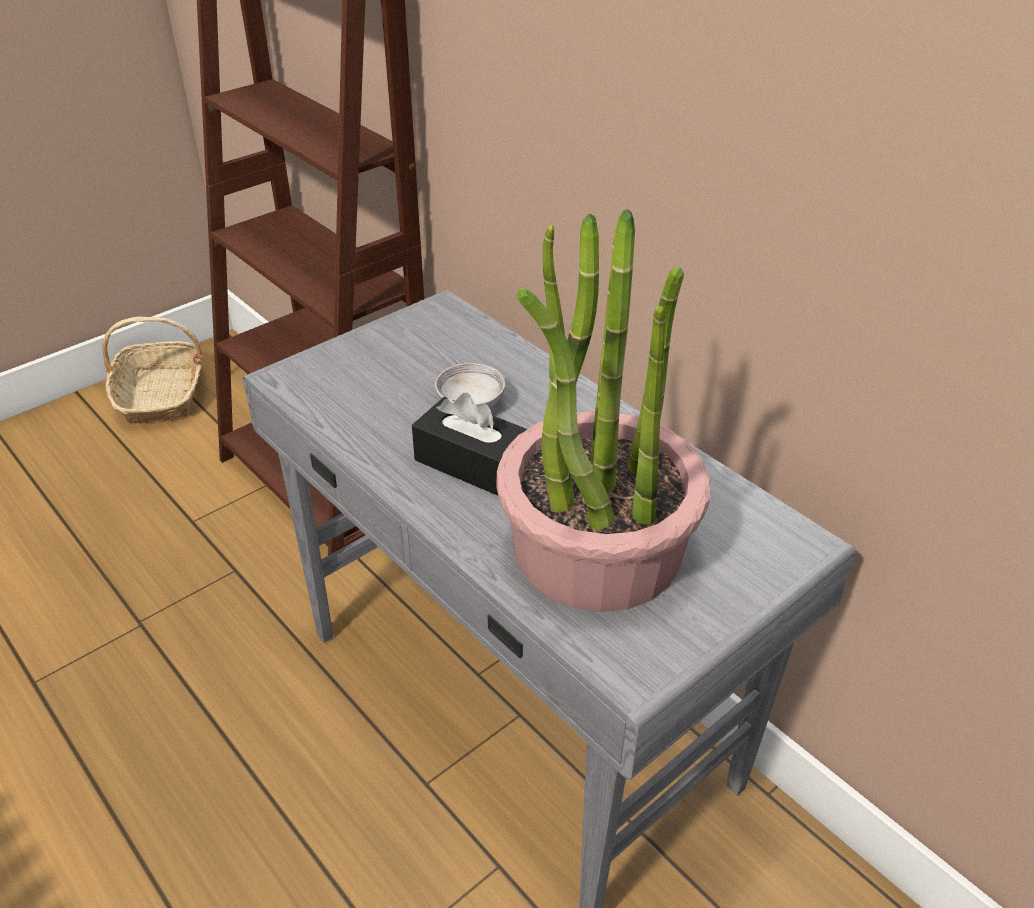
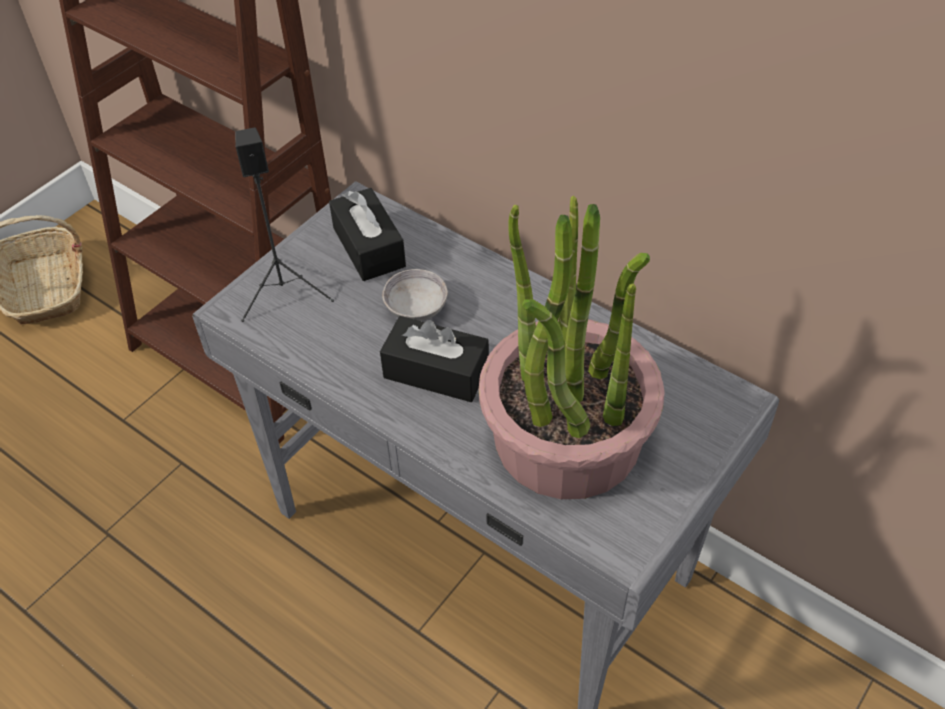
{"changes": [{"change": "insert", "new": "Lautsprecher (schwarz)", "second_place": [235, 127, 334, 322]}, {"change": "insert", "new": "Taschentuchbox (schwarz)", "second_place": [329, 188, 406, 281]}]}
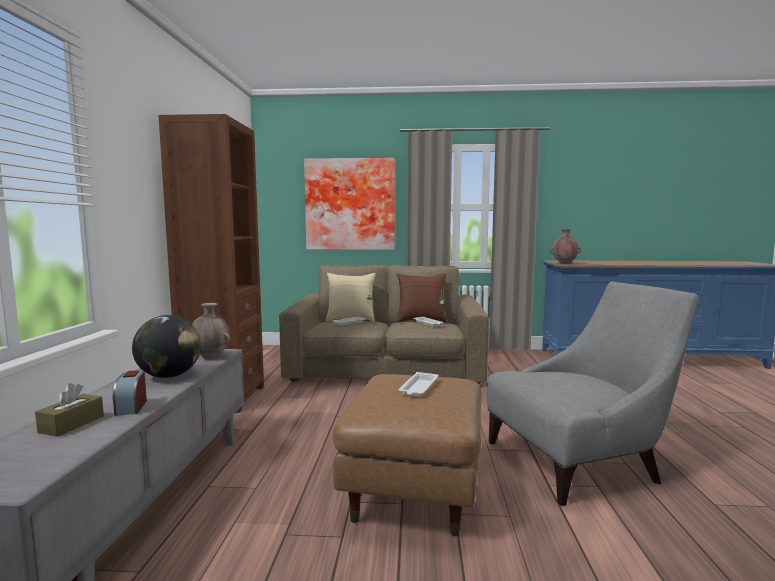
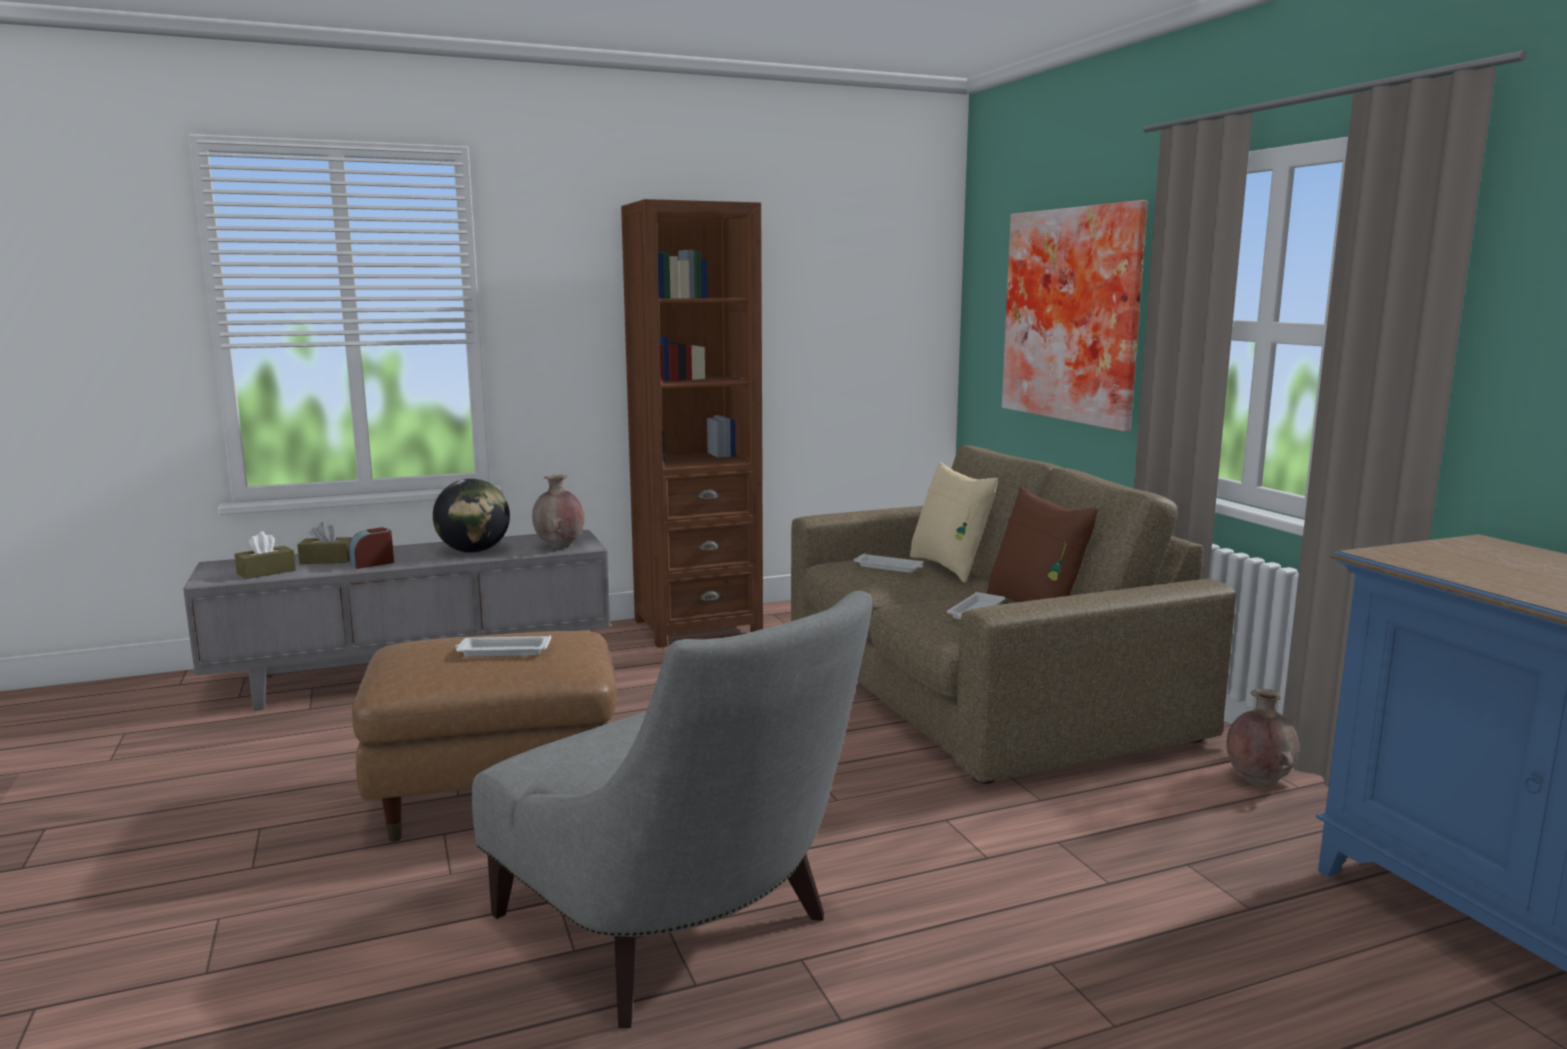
{"changes": [{"change": "move", "old": "Vase (braun)", "first_place": [550, 229, 581, 264], "second_place": [1227, 689, 1299, 787]}, {"change": "insert", "new": "Taschentuchbox (braun)", "second_place": [234, 531, 296, 579]}]}
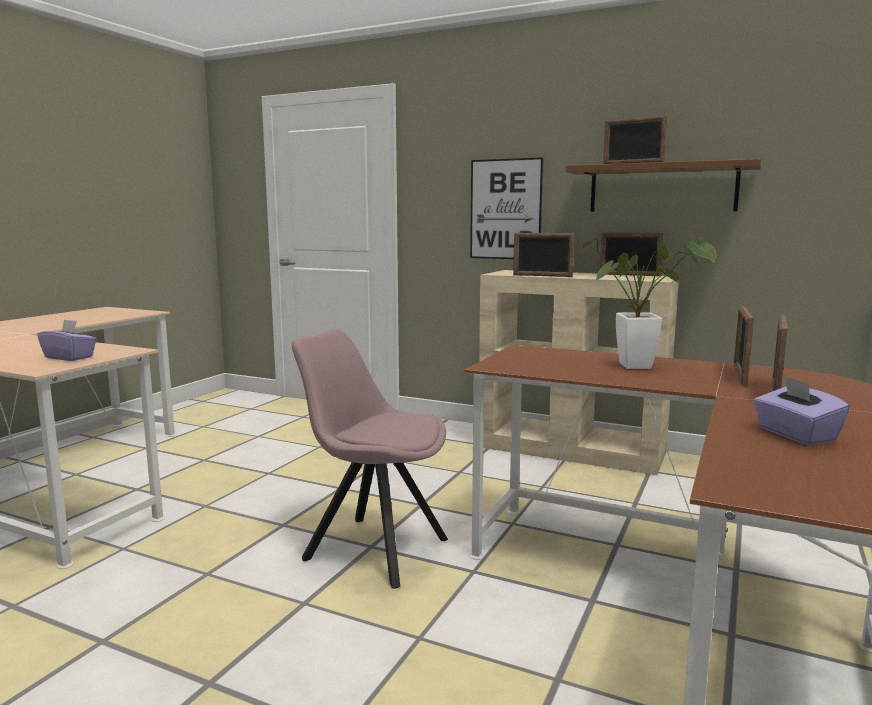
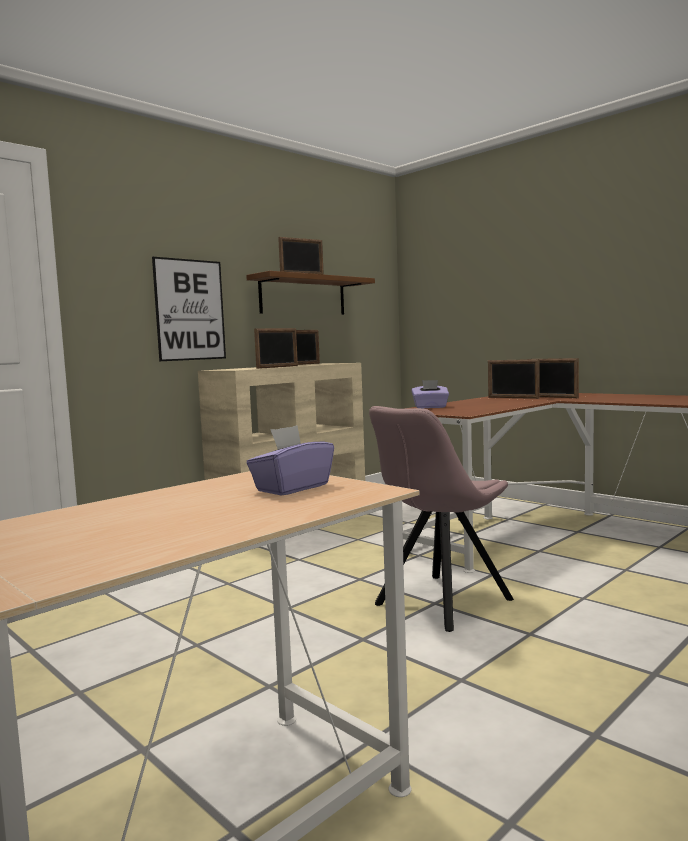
{"changes": [{"change": "delete", "old": "Topfpflanze", "first_place": [580, 234, 717, 369]}, {"change": "move", "old": "Taschentuchbox (lila)", "first_place": [753, 375, 850, 445], "second_place": [412, 380, 449, 408]}]}
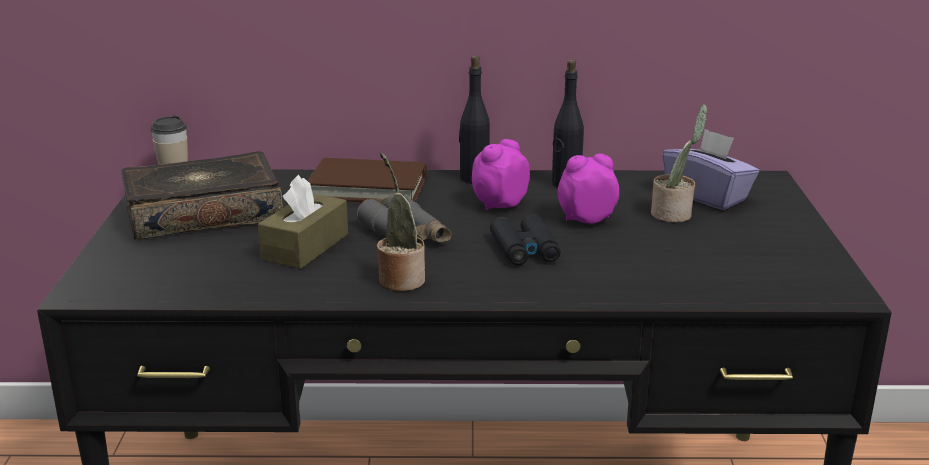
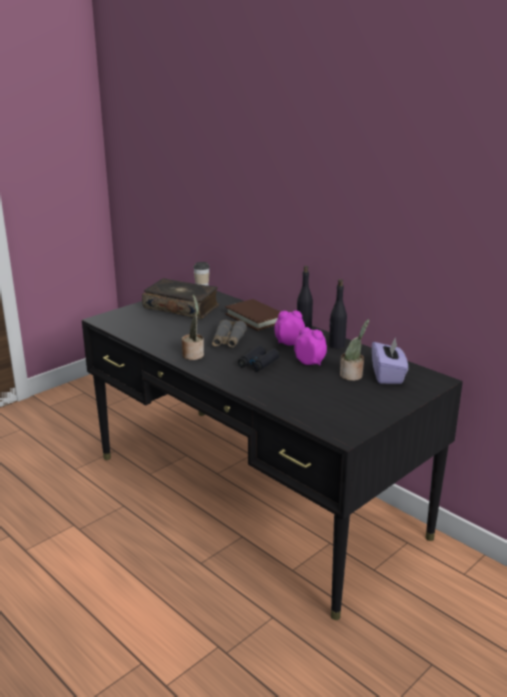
{"changes": [{"change": "delete", "old": "Taschentuchbox (braun)", "first_place": [258, 175, 348, 269]}]}
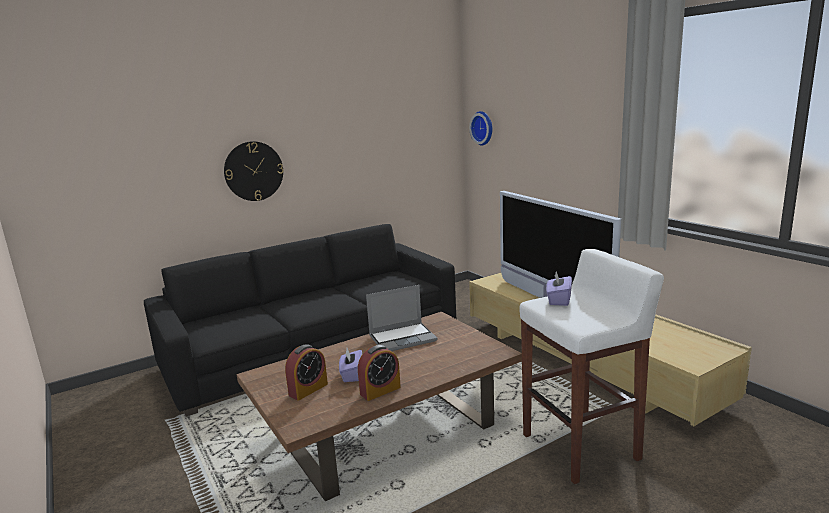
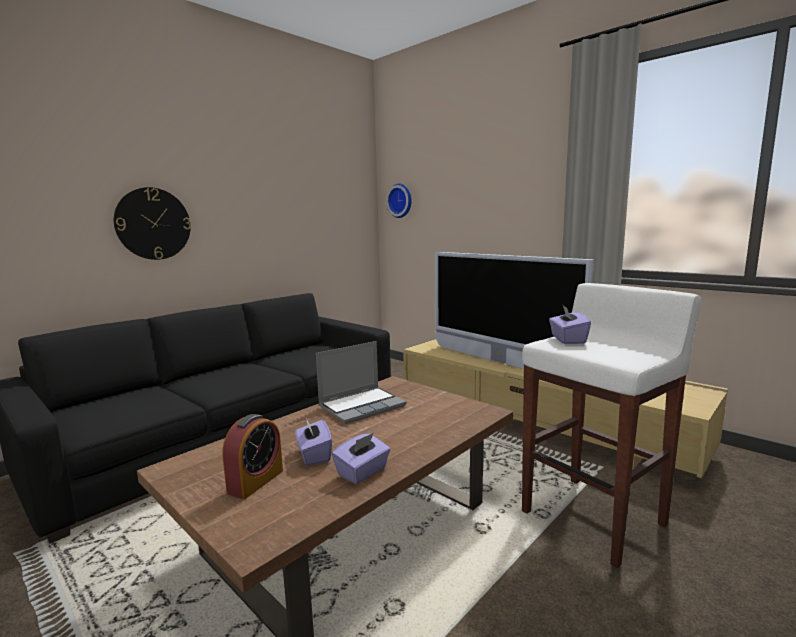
{"changes": [{"change": "replace", "old": "Wecker", "new": "Taschentuchbox (lila)", "first_place": [358, 345, 401, 401], "second_place": [332, 433, 391, 484]}]}
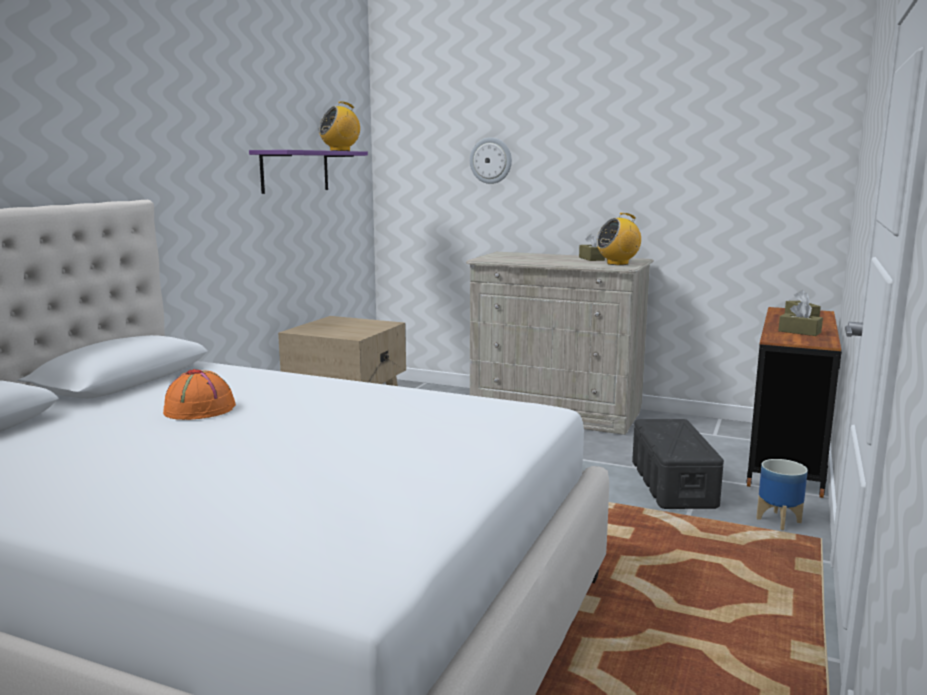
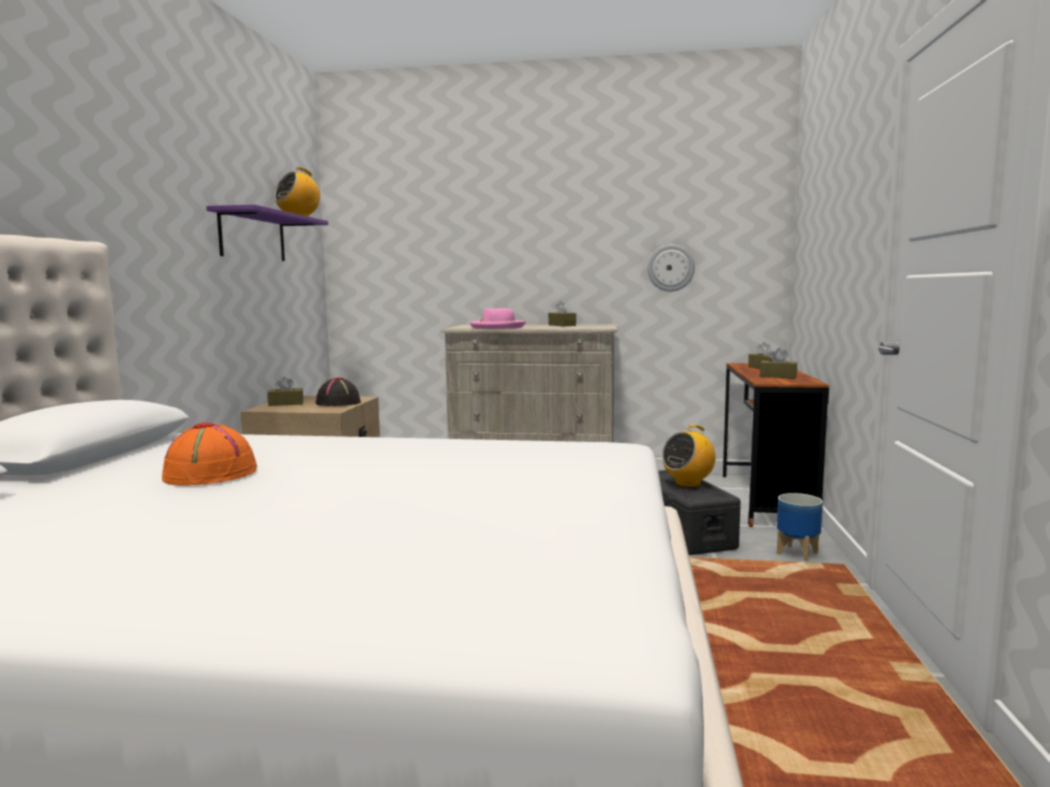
{"changes": [{"change": "move", "old": "Wanduhr", "first_place": [470, 137, 512, 184], "second_place": [647, 244, 695, 292]}, {"change": "move", "old": "Radio", "first_place": [596, 213, 641, 265], "second_place": [662, 425, 716, 488]}, {"change": "insert", "new": "Hut (rosa)", "second_place": [470, 308, 526, 329]}, {"change": "insert", "new": "Taschentuchbox (braun)", "second_place": [267, 376, 303, 406]}, {"change": "insert", "new": "Hut (schwarz)", "second_place": [315, 378, 361, 406]}]}
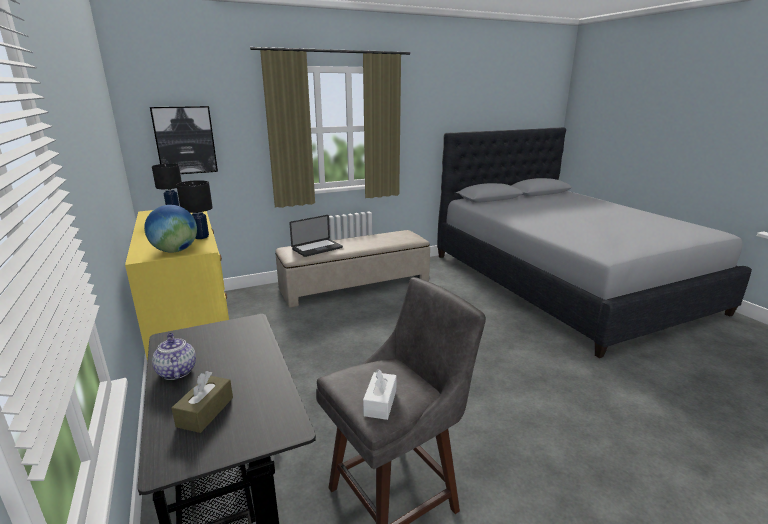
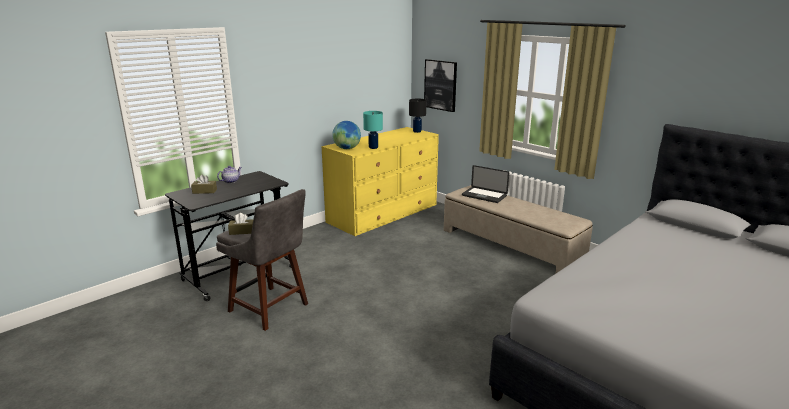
{"changes": [{"change": "recolor", "old": "Tischlampe (schwarz)", "new": "Tischlampe (türkis)", "first_place": [176, 180, 213, 239], "second_place": [363, 111, 383, 149]}, {"change": "recolor", "old": "Taschentuchbox (weiß)", "new": "Taschentuchbox (braun)", "first_place": [363, 369, 397, 420], "second_place": [228, 213, 254, 235]}]}
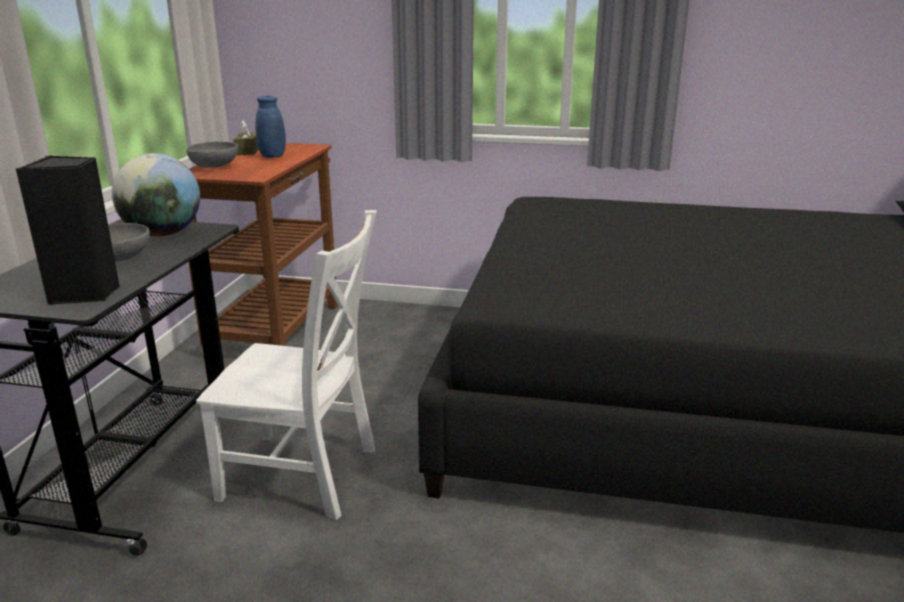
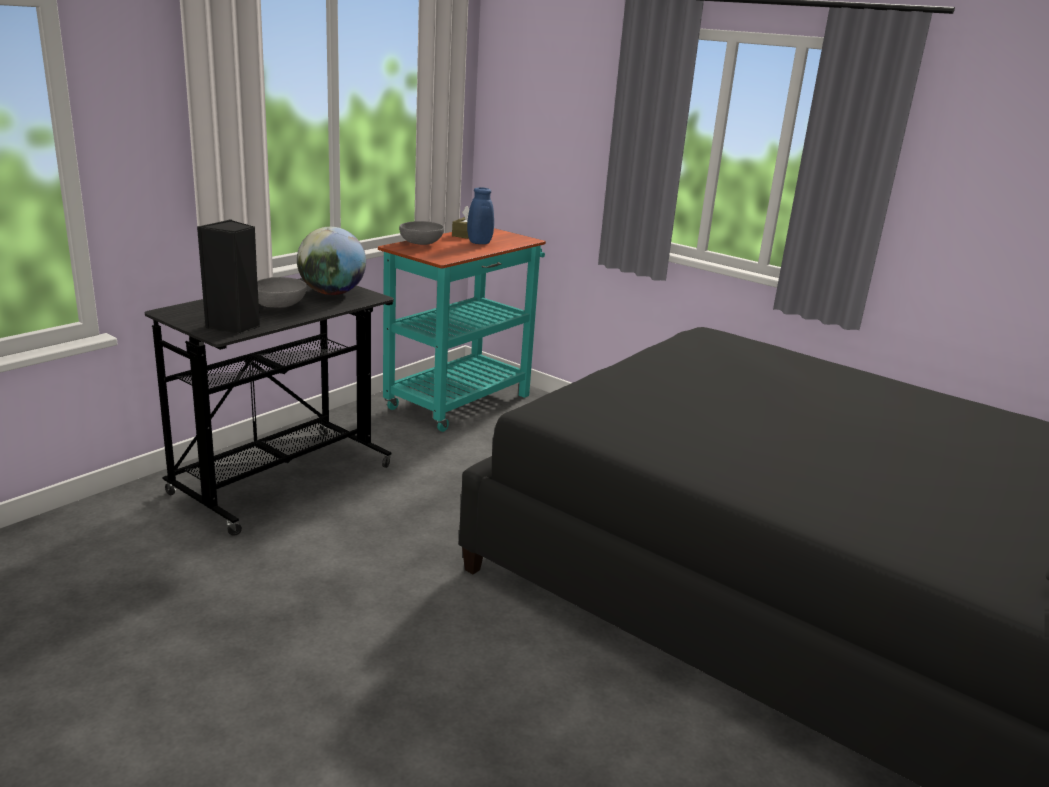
{"changes": [{"change": "recolor", "old": "Rollwagen (braun)", "new": "Rollwagen (türkis)", "first_place": [188, 143, 338, 346], "second_place": [378, 228, 546, 432]}, {"change": "delete", "old": "Stuhl (weiß)", "first_place": [196, 210, 377, 520]}]}
